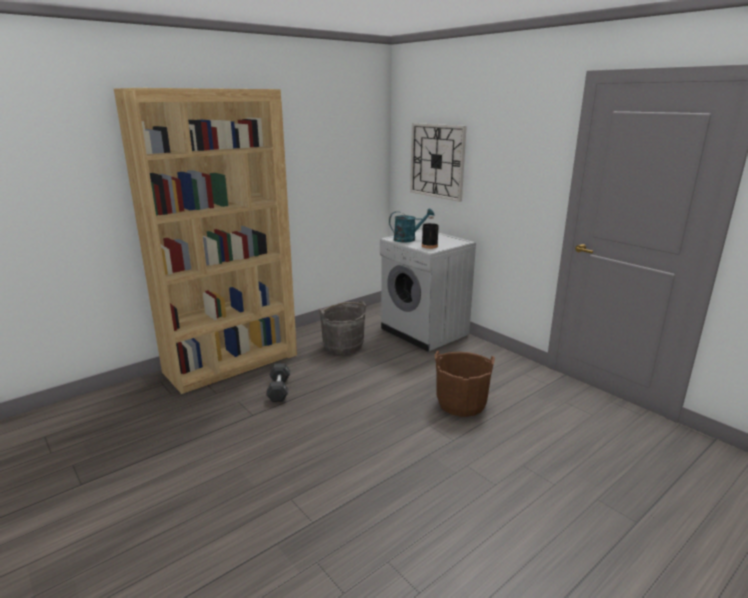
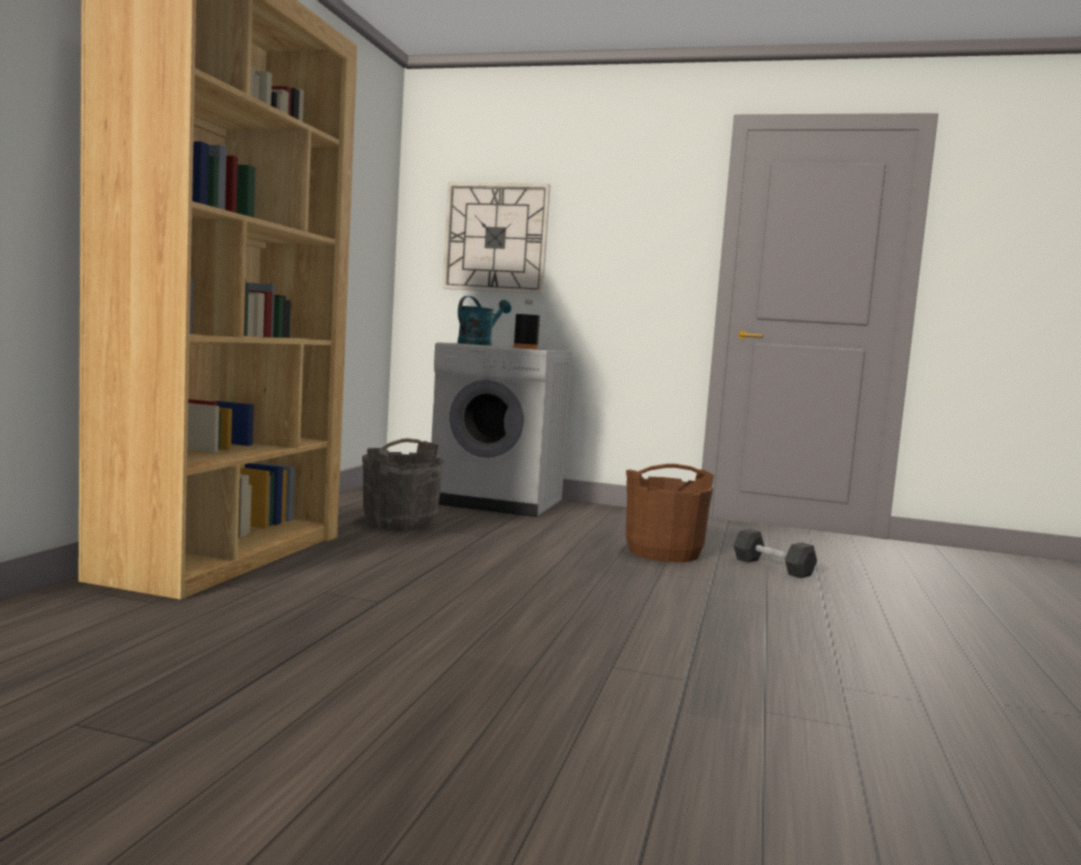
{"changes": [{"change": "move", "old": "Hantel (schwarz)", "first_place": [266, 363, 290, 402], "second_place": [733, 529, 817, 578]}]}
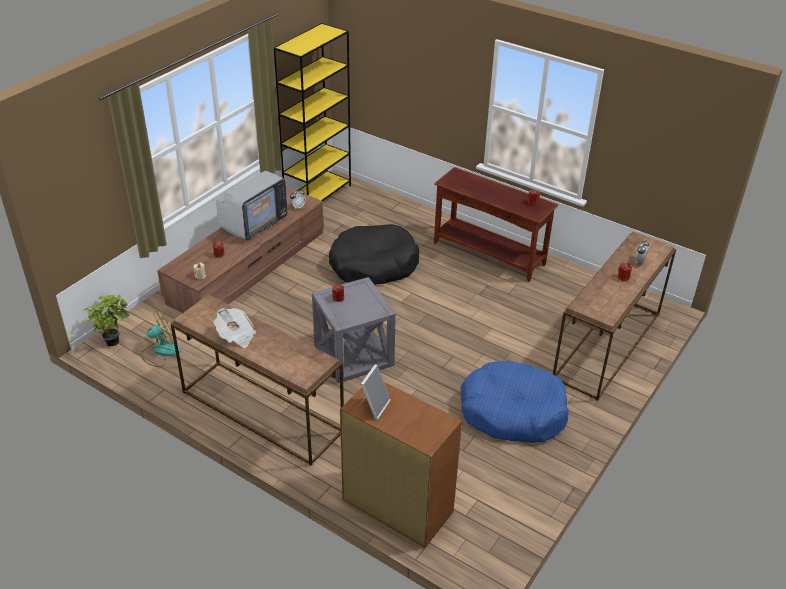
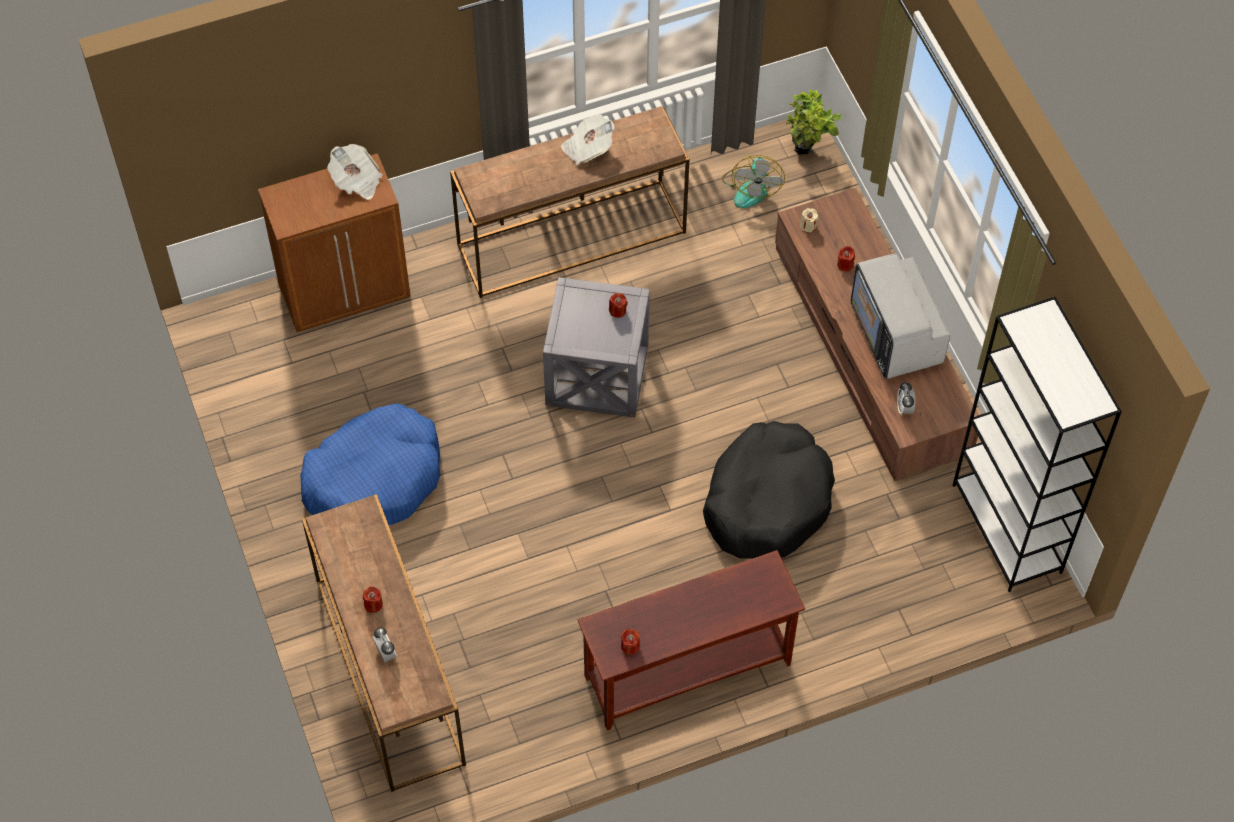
{"changes": [{"change": "recolor", "old": "Bücherregal (gelb)", "new": "Bücherregal (weiß)", "first_place": [274, 23, 351, 201], "second_place": [953, 297, 1122, 592]}, {"change": "replace", "old": "Bilderrahmen", "new": "Zeitung", "first_place": [359, 364, 391, 420], "second_place": [327, 144, 383, 200]}]}
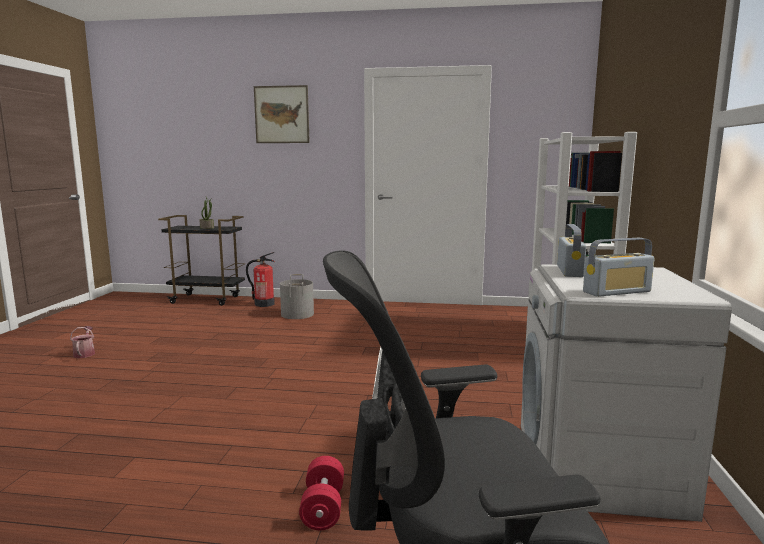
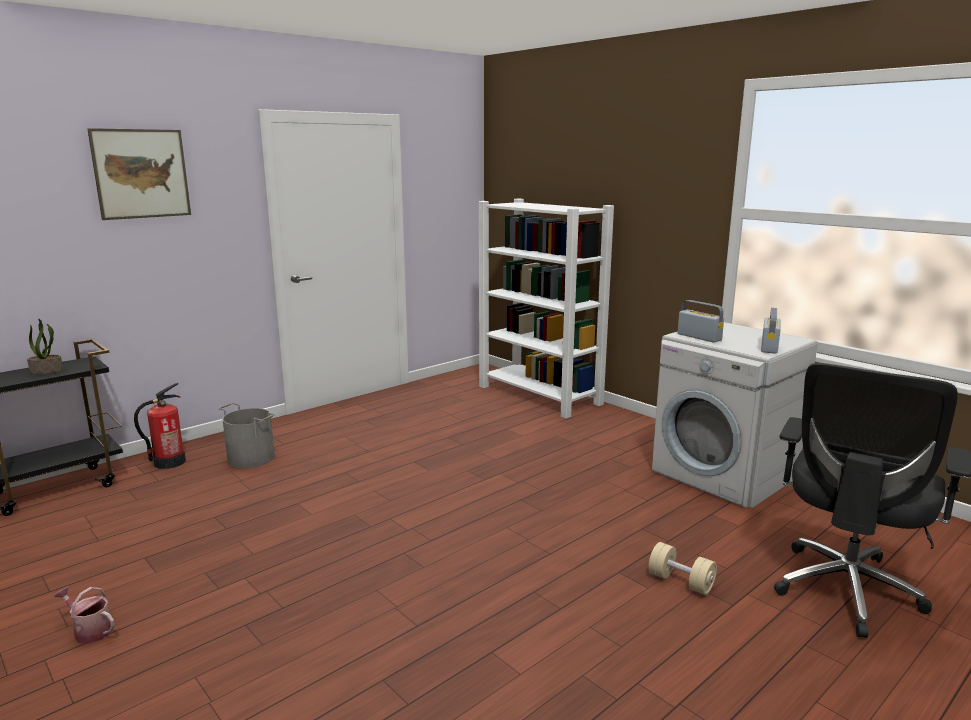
{"changes": [{"change": "recolor", "old": "Hantel (rot)", "new": "Hantel (beige)", "first_place": [299, 456, 344, 530], "second_place": [648, 542, 717, 595]}]}
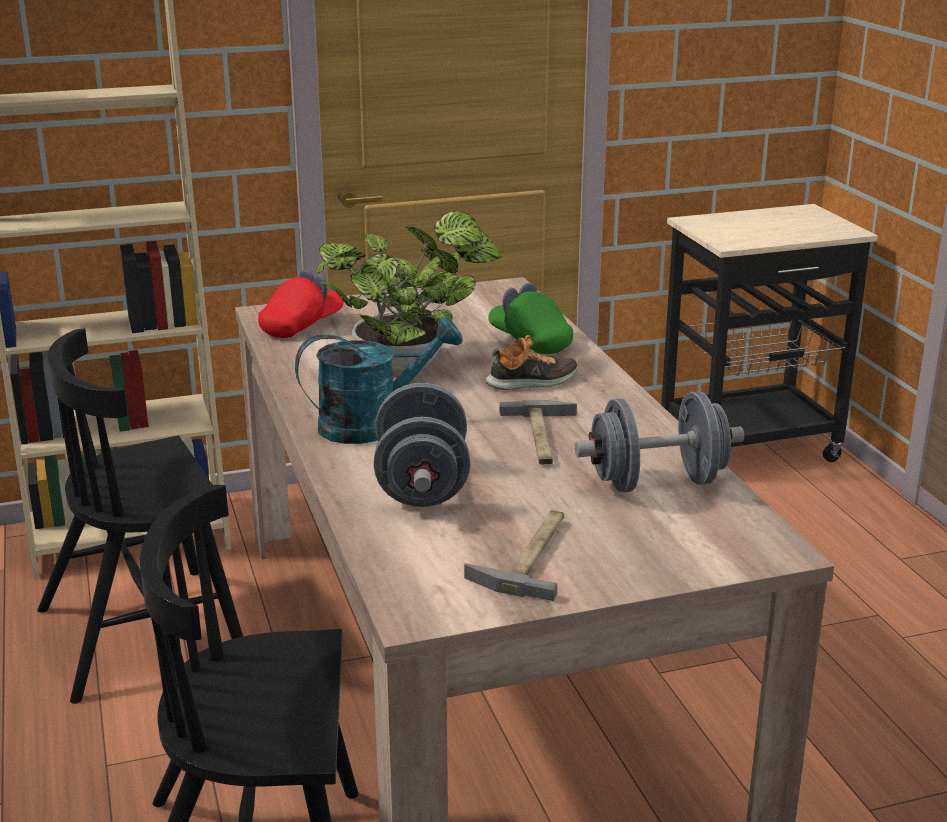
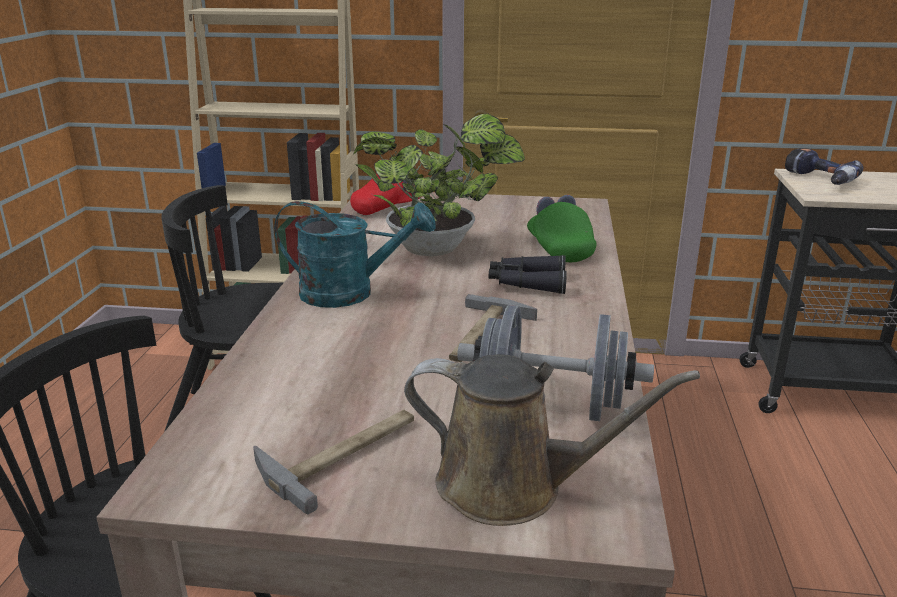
{"changes": [{"change": "replace", "old": "Schuh", "new": "Fernglas (schwarz)", "first_place": [486, 335, 578, 390], "second_place": [488, 255, 567, 294]}, {"change": "delete", "old": "Hantel (grau)", "first_place": [374, 383, 470, 507]}, {"change": "insert", "new": "Bohrmaschine", "second_place": [785, 148, 864, 185]}, {"change": "insert", "new": "Gießkanne (braun)", "second_place": [404, 354, 700, 526]}]}
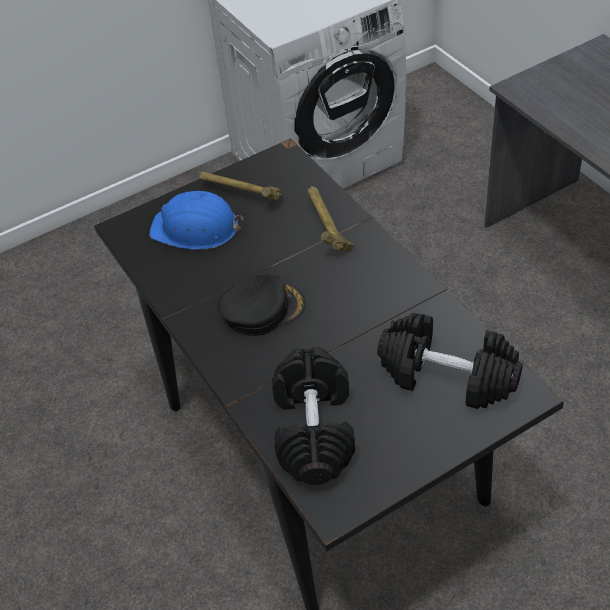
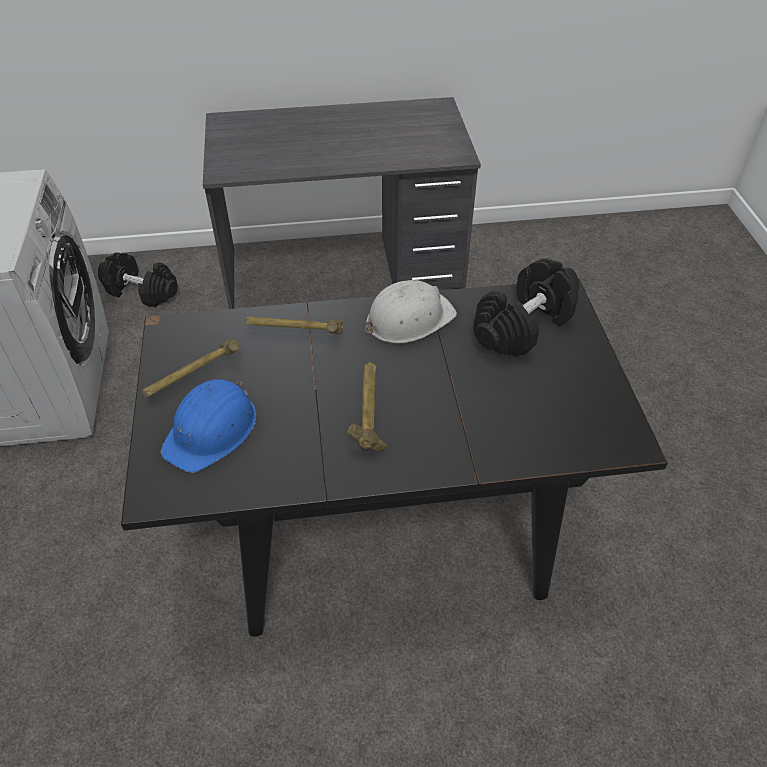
{"changes": [{"change": "replace", "old": "Kappe (schwarz)", "new": "Hammer", "first_place": [217, 274, 306, 336], "second_place": [347, 362, 387, 452]}, {"change": "move", "old": "Hantel (schwarz)", "first_place": [272, 346, 355, 485], "second_place": [98, 253, 178, 307]}, {"change": "insert", "new": "Schutzhelm (weiß)", "second_place": [365, 280, 457, 343]}]}
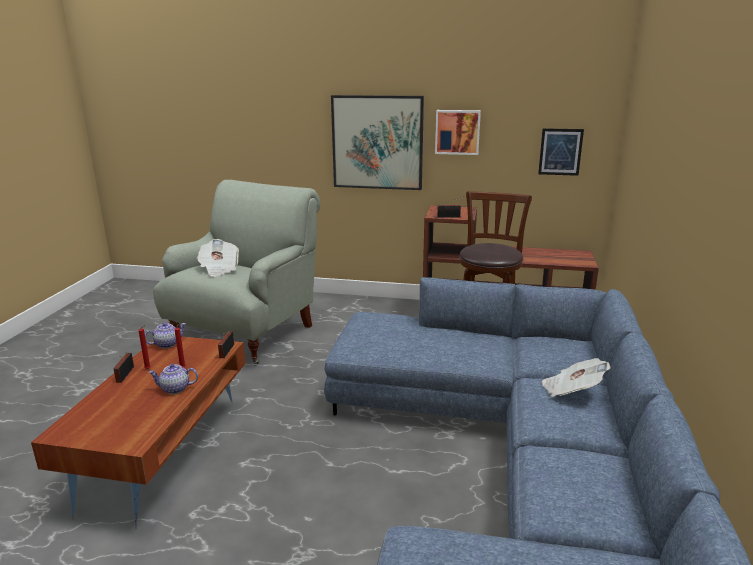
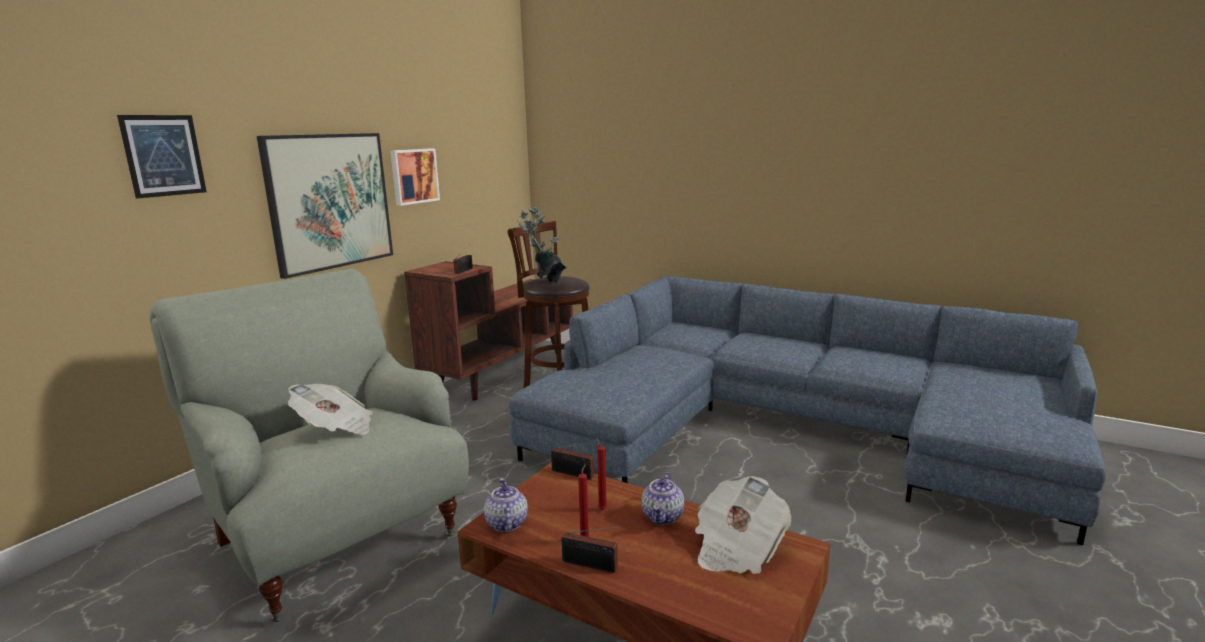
{"changes": [{"change": "move", "old": "Bild", "first_place": [538, 128, 584, 176], "second_place": [117, 115, 207, 199]}, {"change": "move", "old": "Zeitung", "first_place": [541, 358, 610, 397], "second_place": [695, 476, 792, 574]}, {"change": "insert", "new": "Topfpflanze", "second_place": [517, 205, 567, 283]}]}
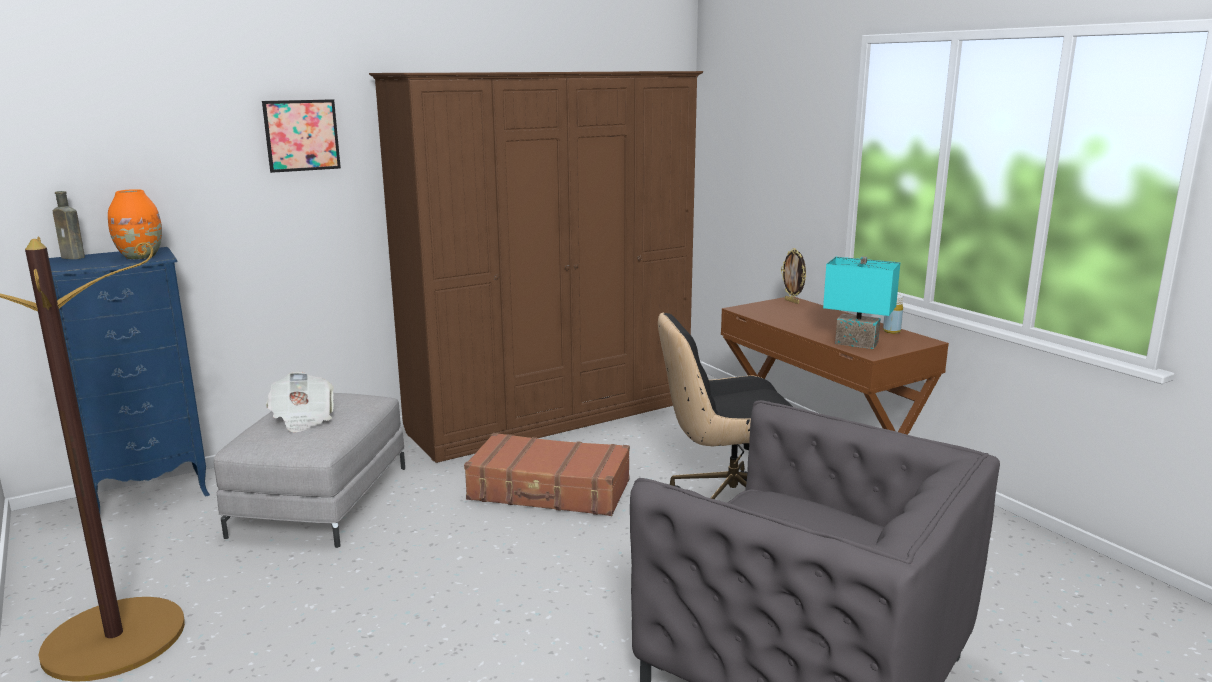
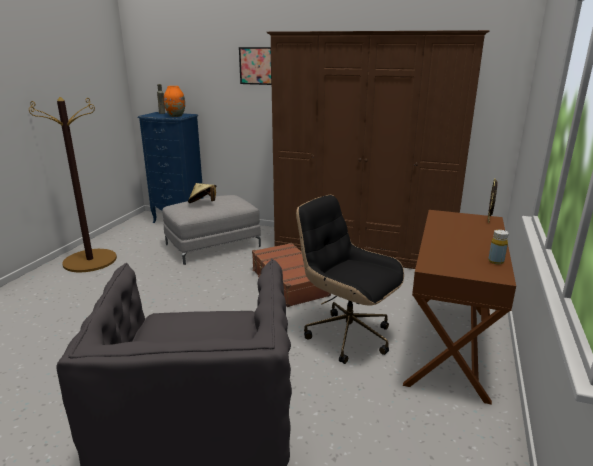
{"changes": [{"change": "delete", "old": "Tischlampe (türkis)", "first_place": [823, 256, 901, 349]}, {"change": "replace", "old": "Zeitung", "new": "Hut (beige)", "first_place": [266, 372, 334, 433], "second_place": [188, 183, 216, 203]}]}
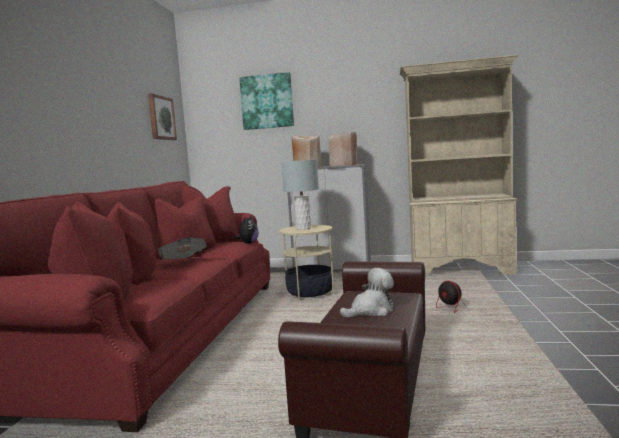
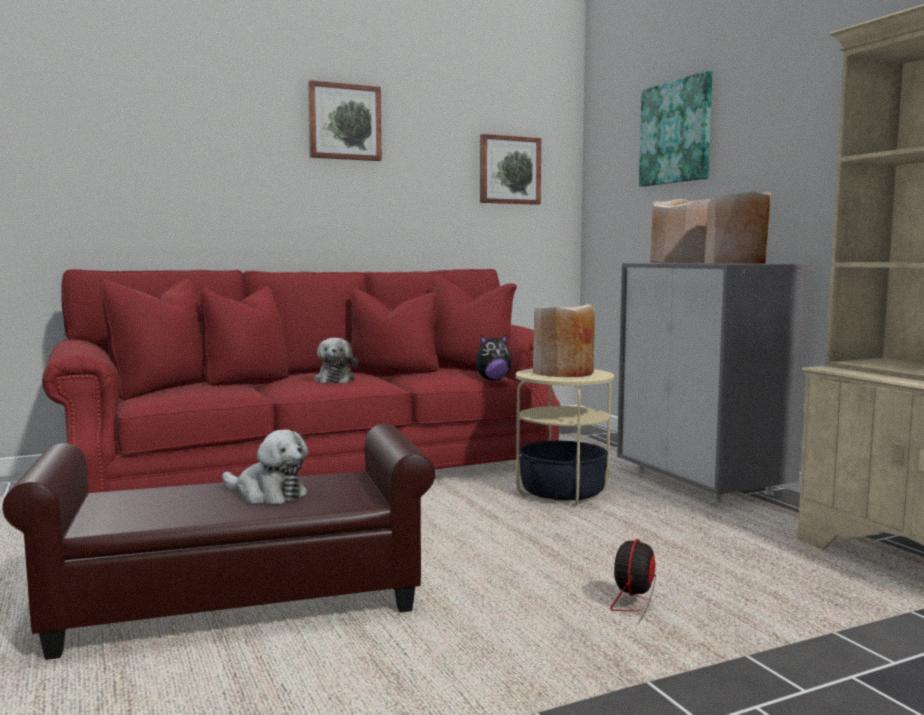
{"changes": [{"change": "replace", "old": "Tischlampe (grau)", "new": "Vase (beige)", "first_place": [282, 160, 319, 230], "second_place": [533, 304, 595, 377]}, {"change": "replace", "old": "Zeitung", "new": "Plüschtier", "first_place": [158, 237, 207, 260], "second_place": [314, 338, 358, 383]}, {"change": "insert", "new": "Bild", "second_place": [308, 80, 382, 161]}]}
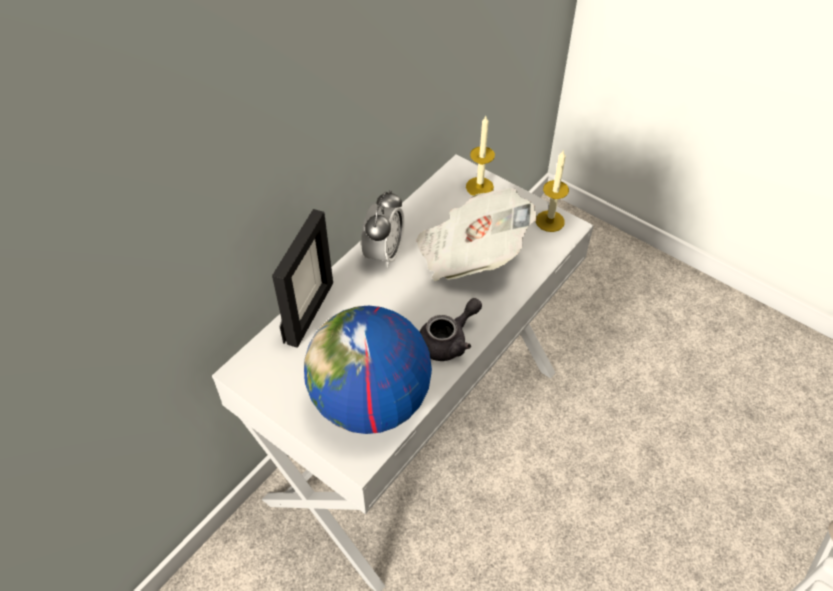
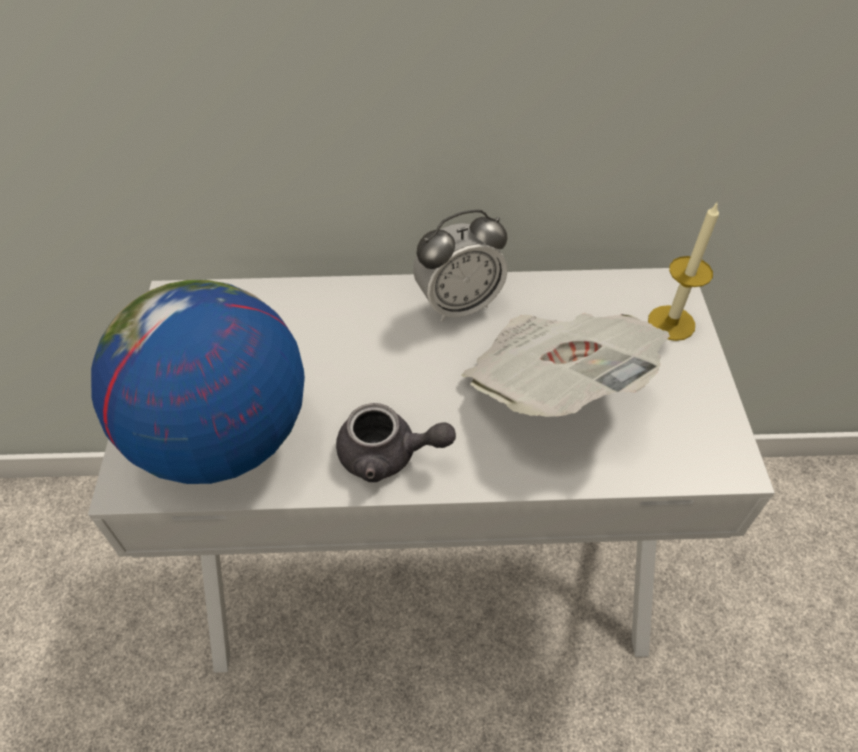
{"changes": [{"change": "delete", "old": "Kerze", "first_place": [536, 150, 569, 232]}, {"change": "delete", "old": "Bilderrahmen", "first_place": [272, 209, 333, 348]}]}
